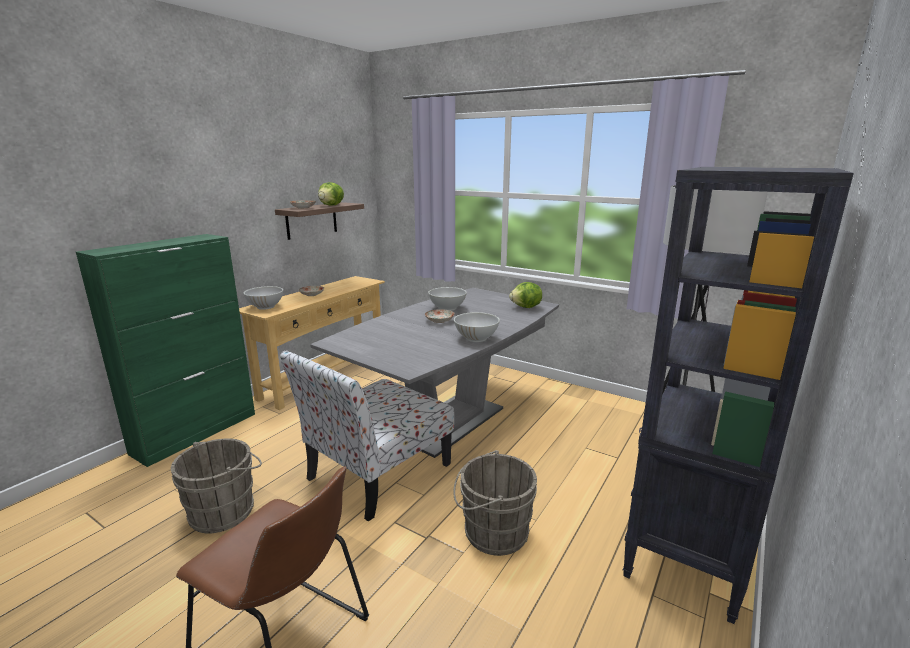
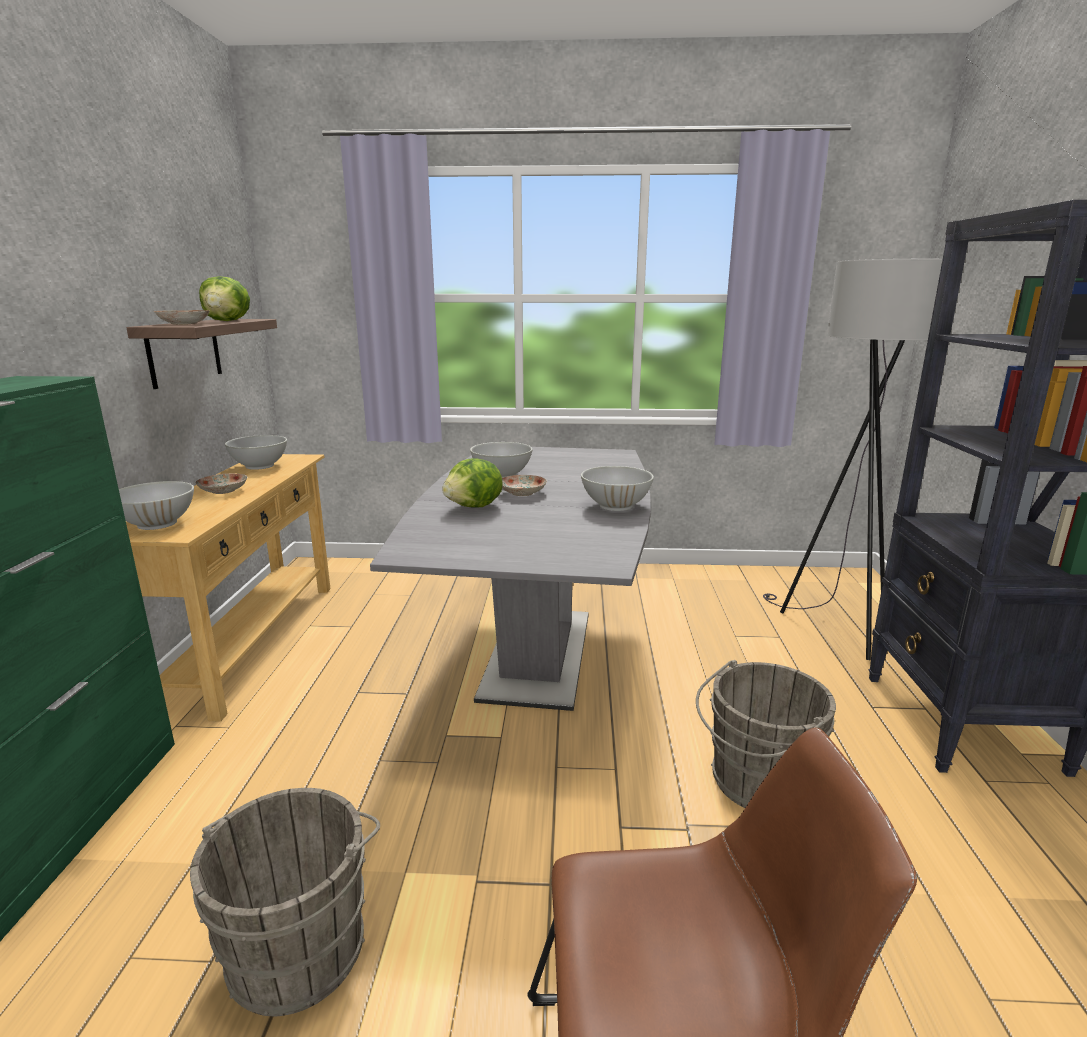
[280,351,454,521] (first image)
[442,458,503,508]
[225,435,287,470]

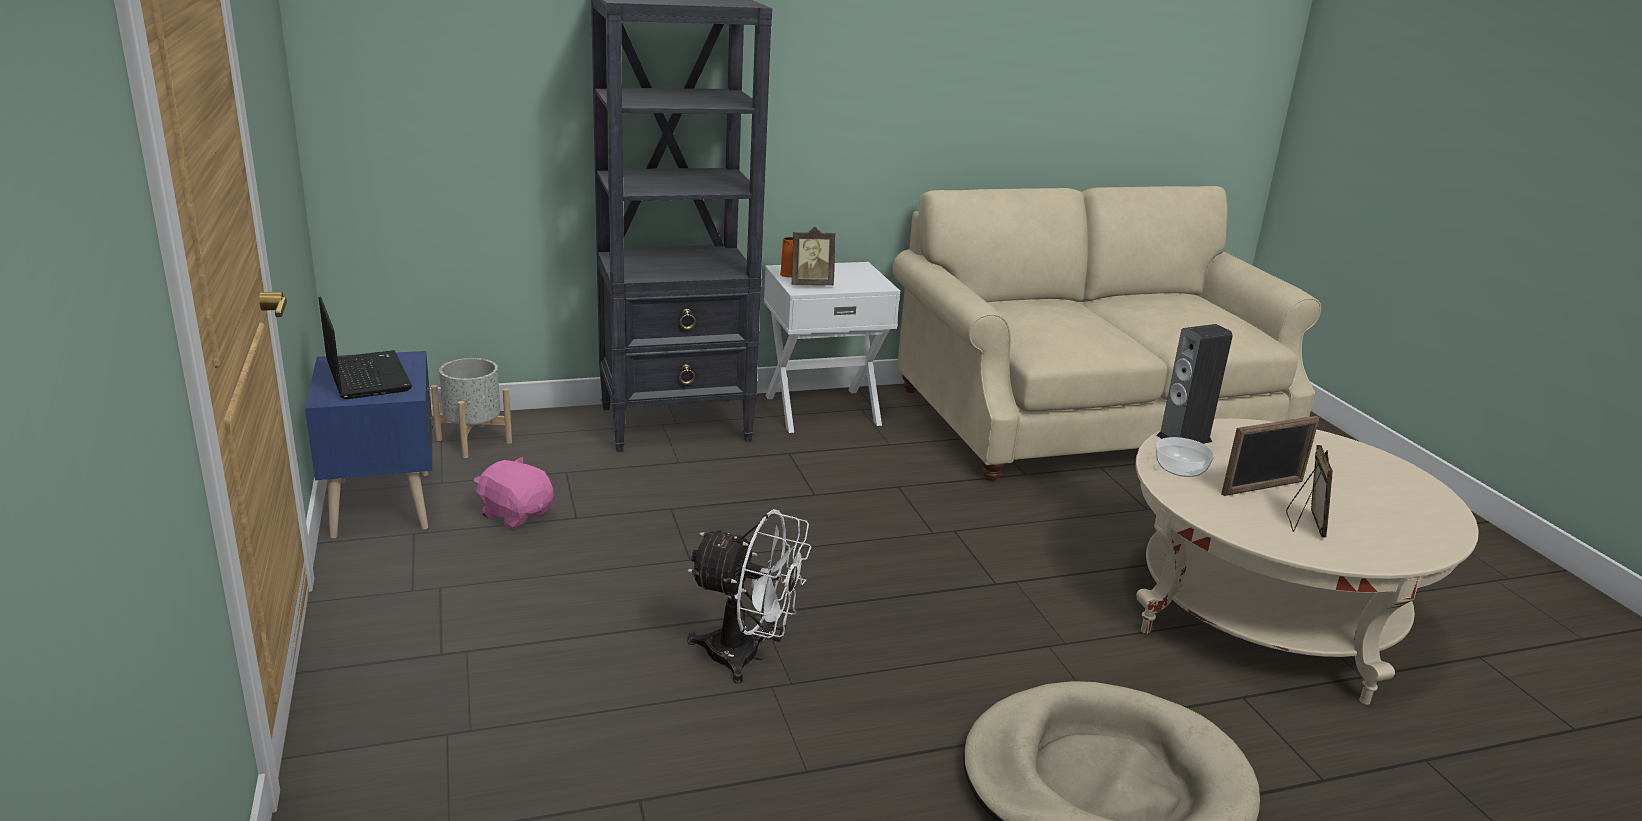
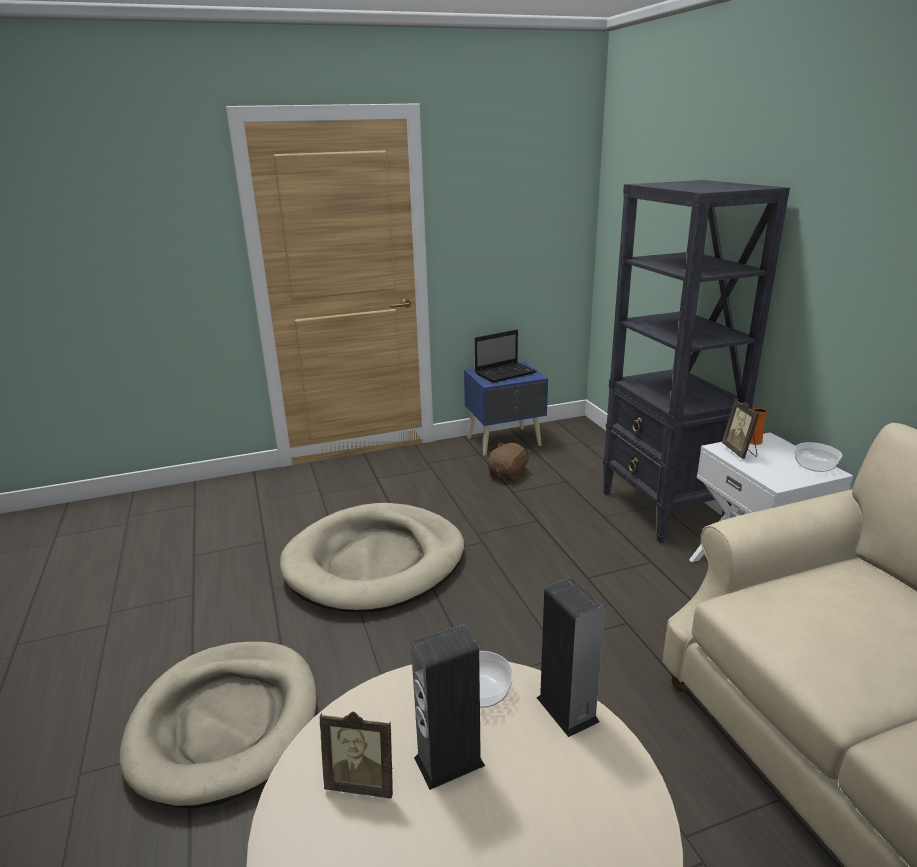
[431,358,512,458] (first image)
[488,443,531,482]
[280,503,464,612]
[411,625,485,790]
[795,442,842,472]

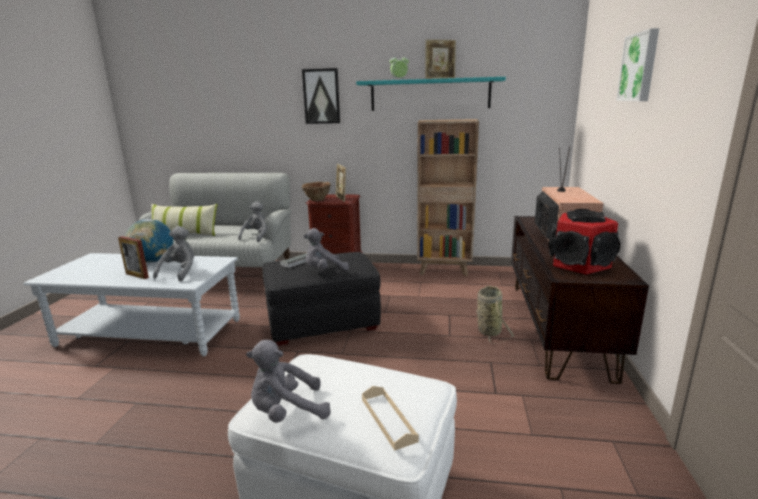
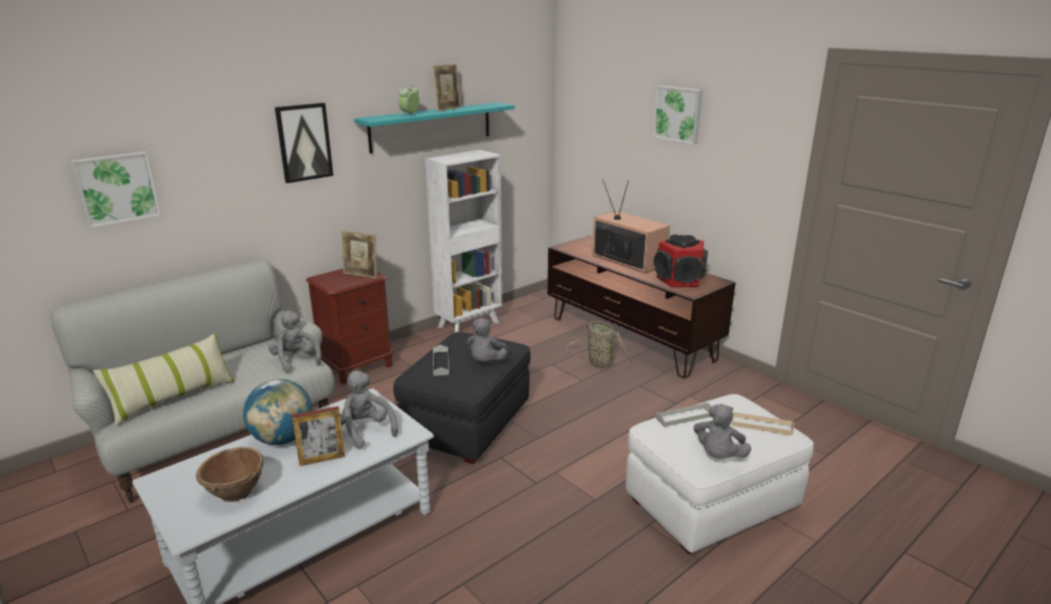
[196,447,264,502]
[425,150,502,332]
[71,152,161,228]
[655,403,711,427]

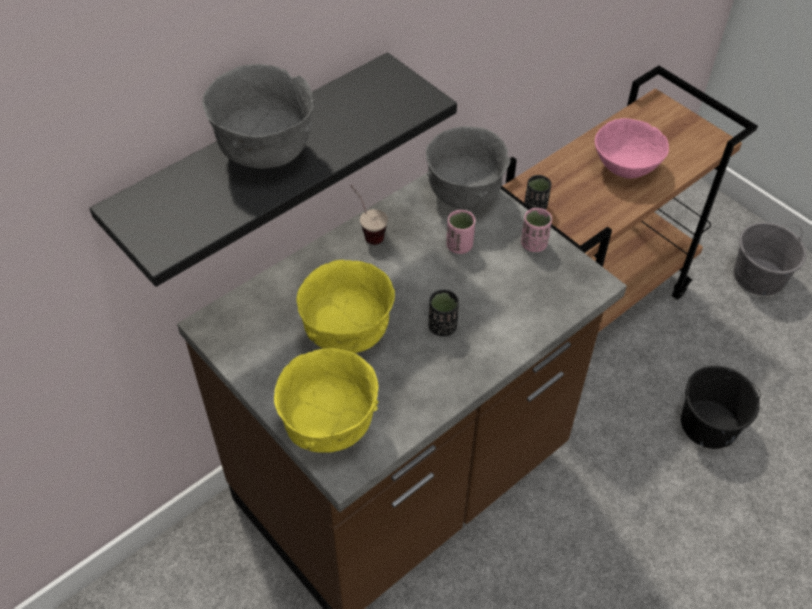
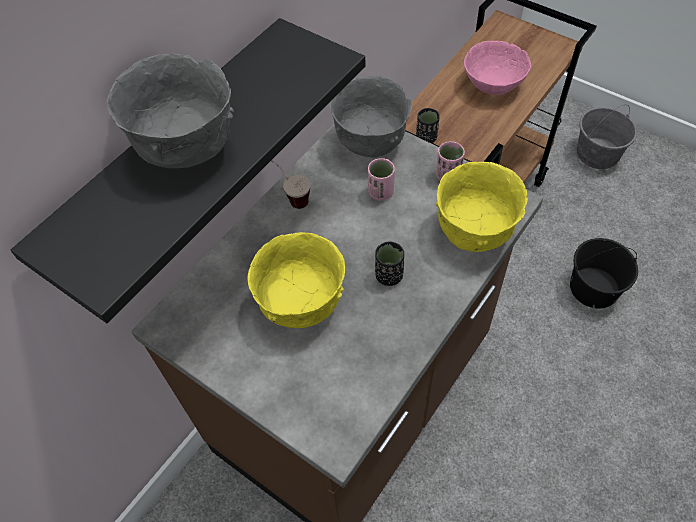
[435,162,528,252]

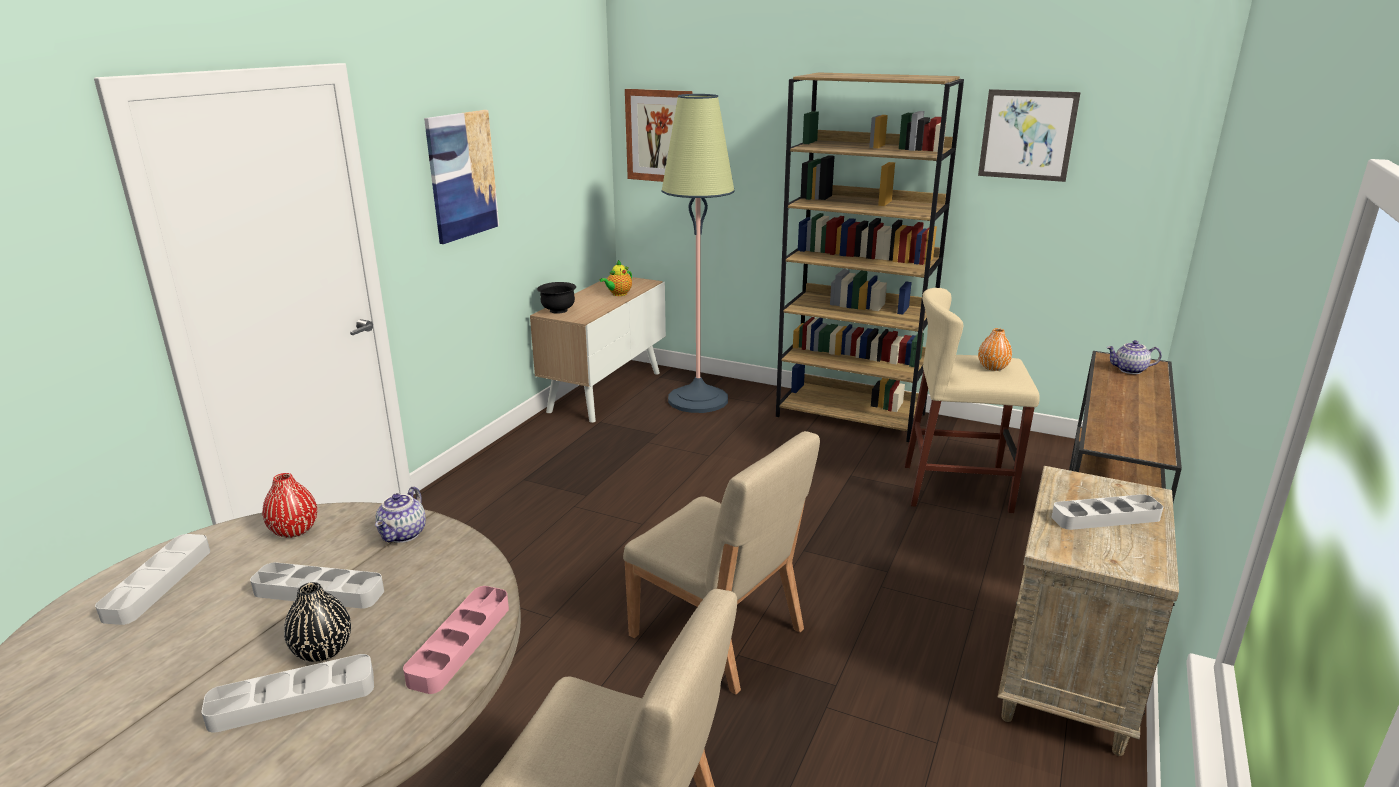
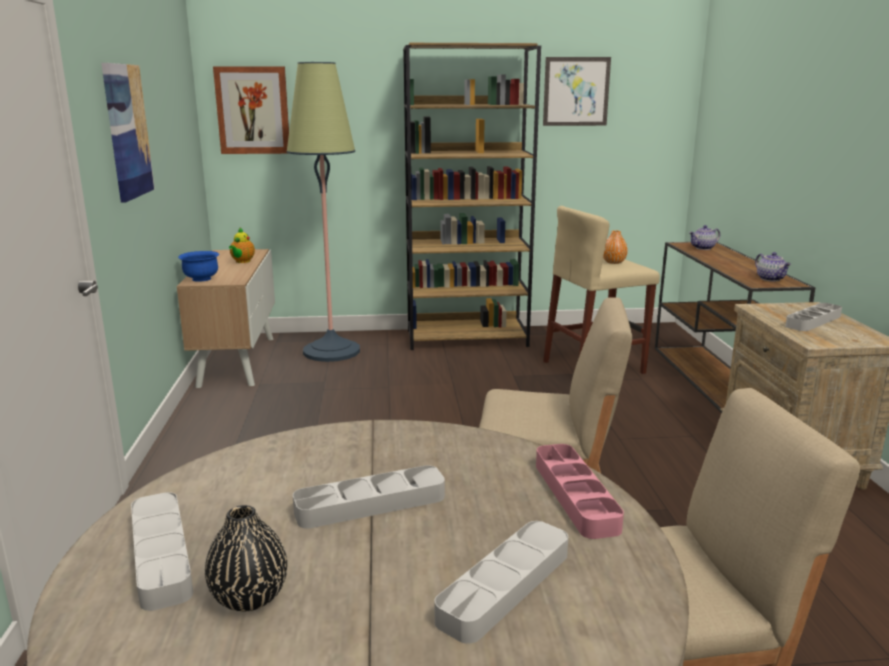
[262,473,317,538] (first image)
[205,505,287,612]
[755,252,791,282]
[178,251,219,282]

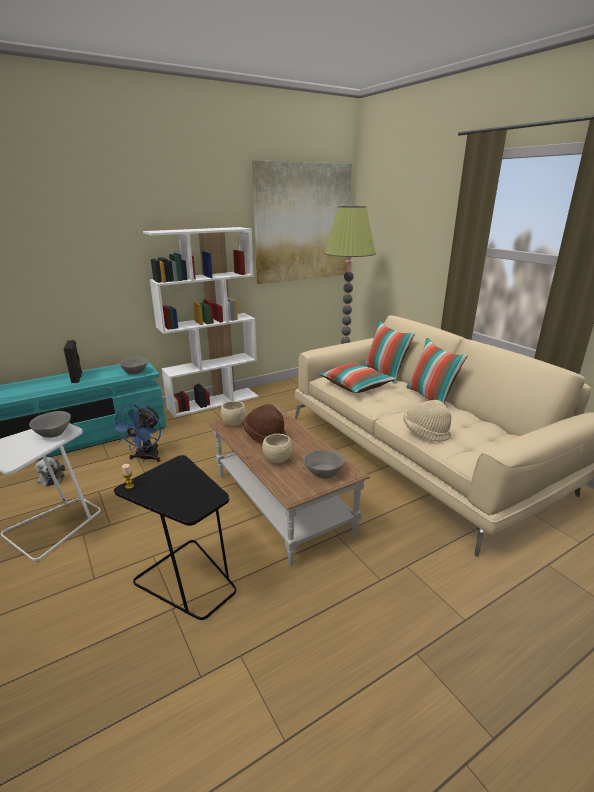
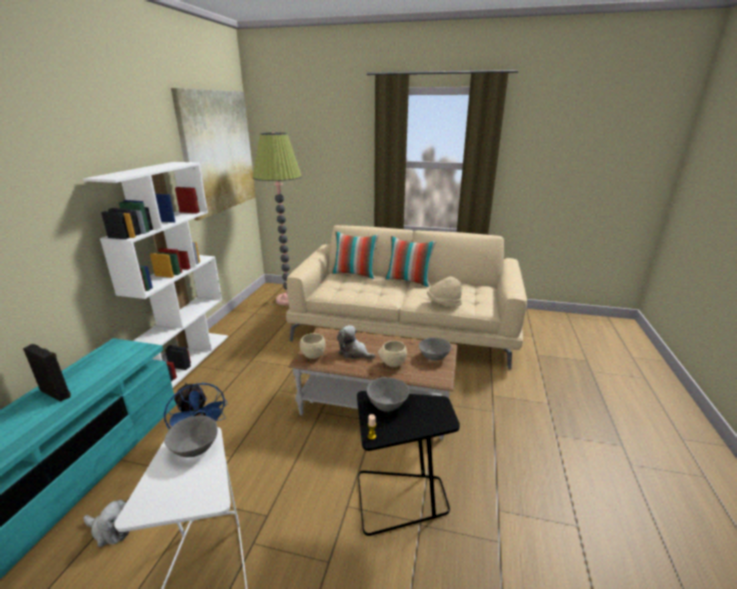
[366,377,409,411]
[337,325,375,360]
[319,363,396,393] (first image)

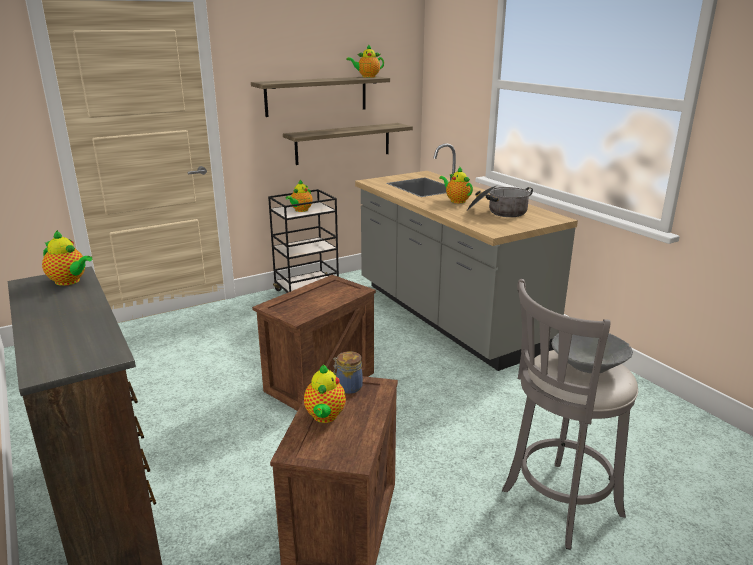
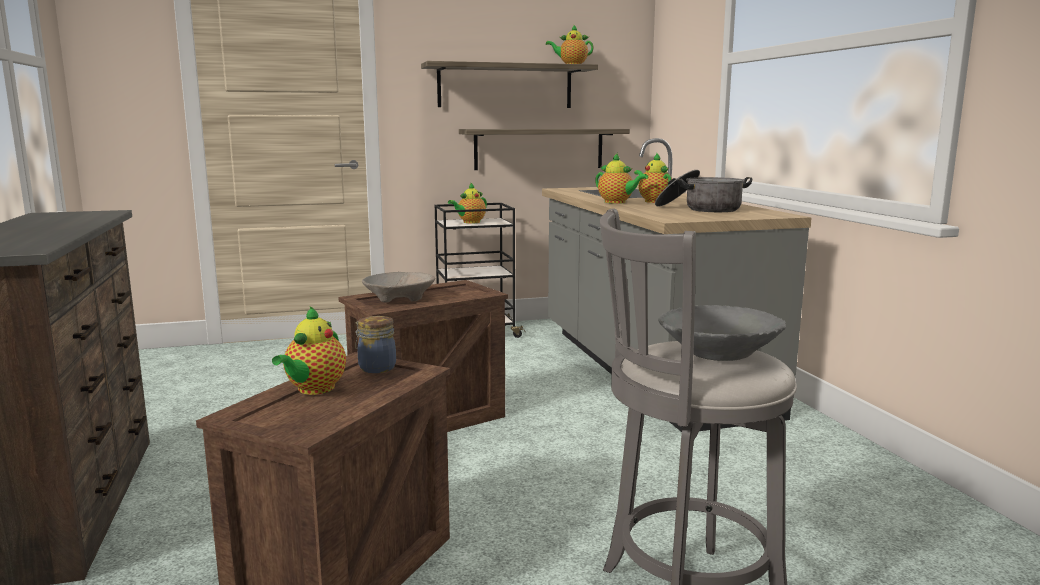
[595,153,648,204]
[362,272,435,302]

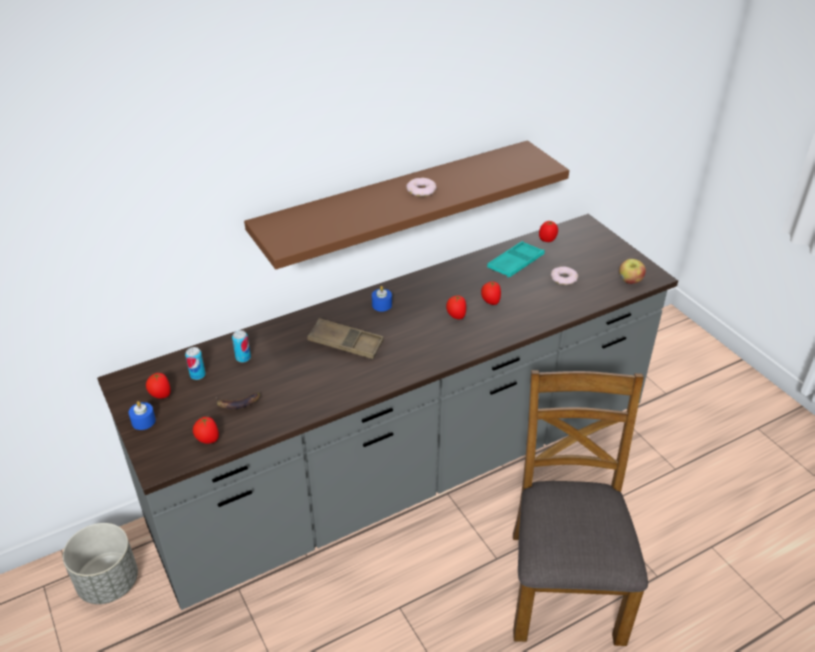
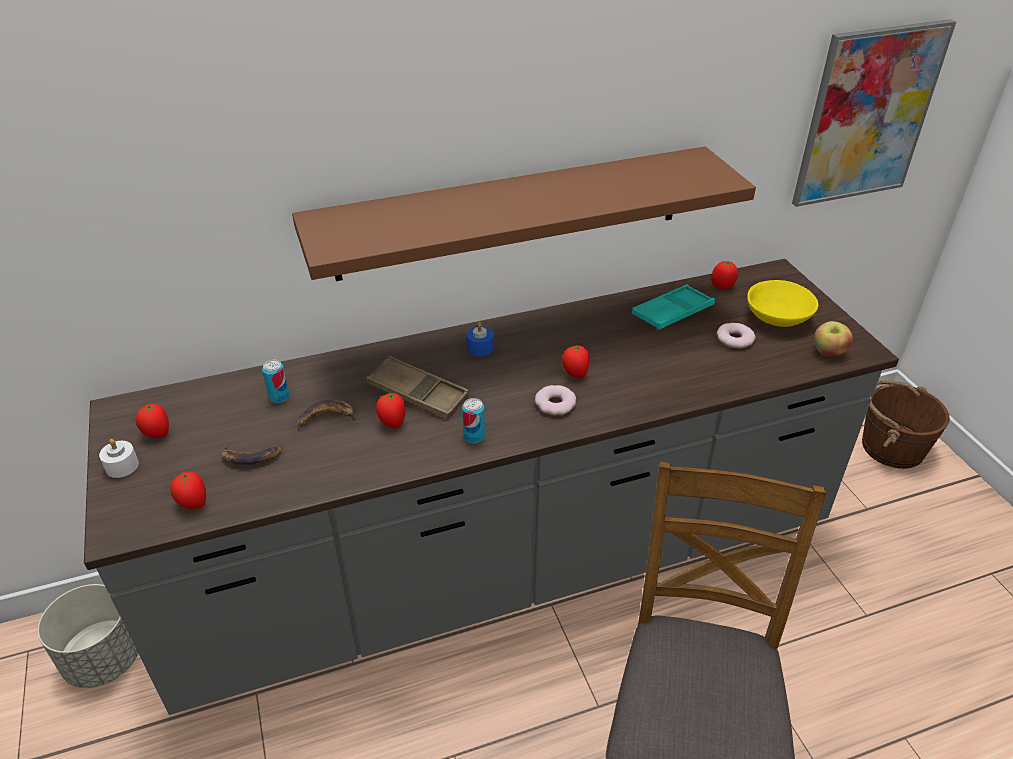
[99,439,139,478]
[462,398,485,444]
[535,385,576,415]
[376,393,406,428]
[298,400,357,427]
[747,280,818,327]
[792,19,956,207]
[862,380,950,469]

